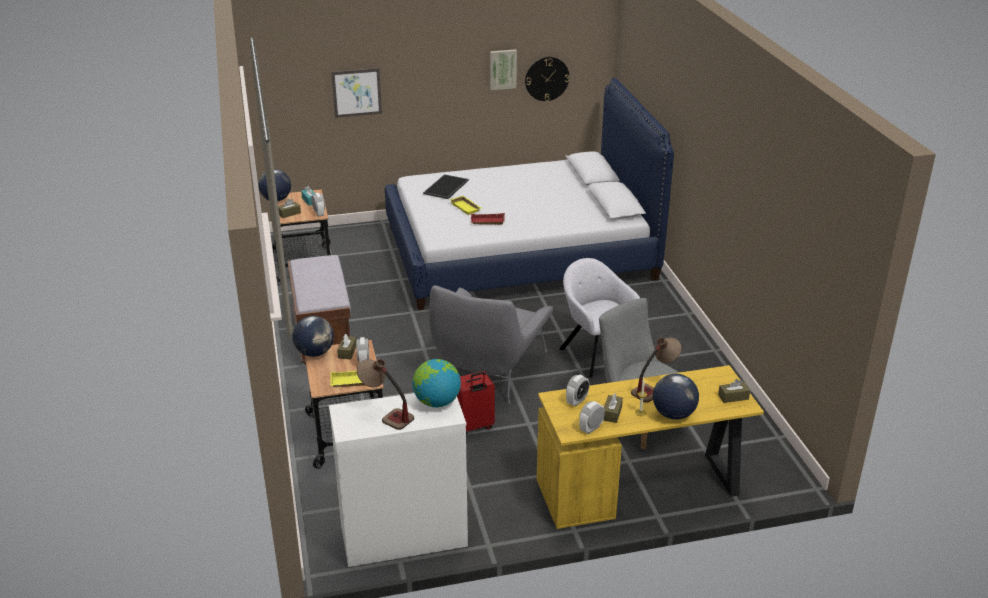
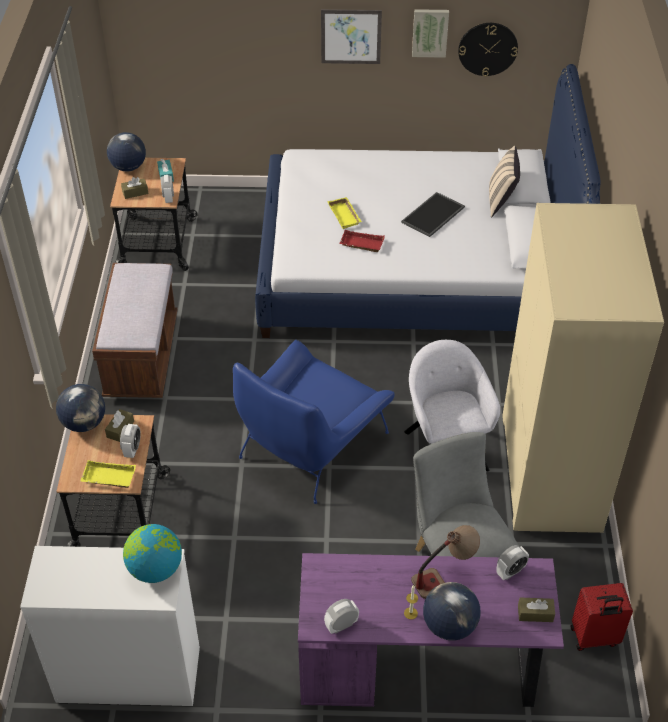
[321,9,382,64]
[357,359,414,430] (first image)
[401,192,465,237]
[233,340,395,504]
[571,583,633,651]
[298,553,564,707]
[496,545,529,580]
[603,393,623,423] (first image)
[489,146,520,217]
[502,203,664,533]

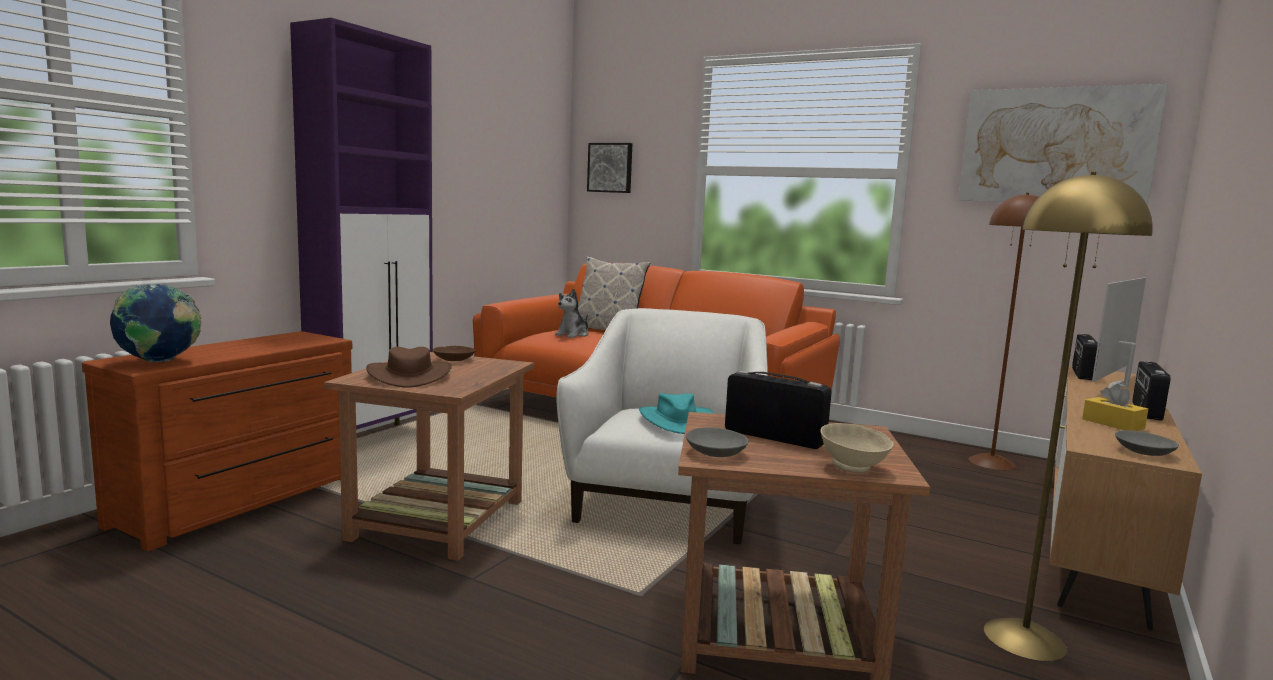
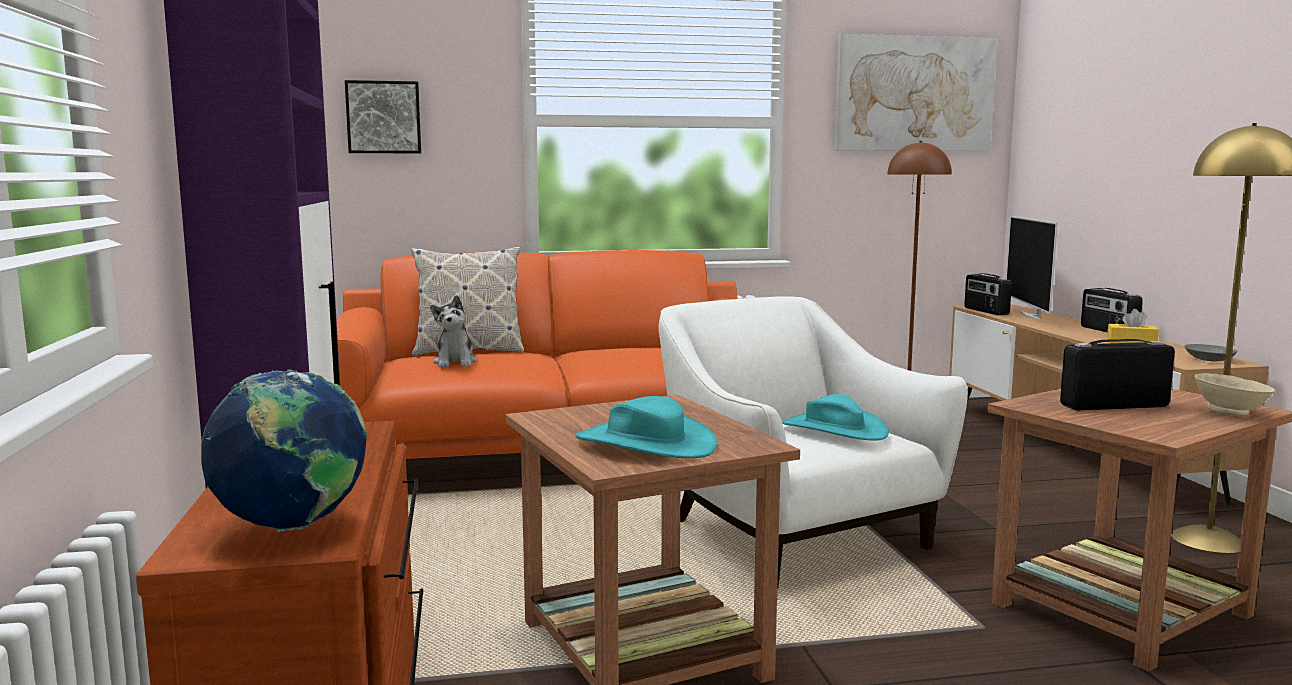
[575,396,717,458]
[433,346,476,361] (first image)
[686,427,749,457] (first image)

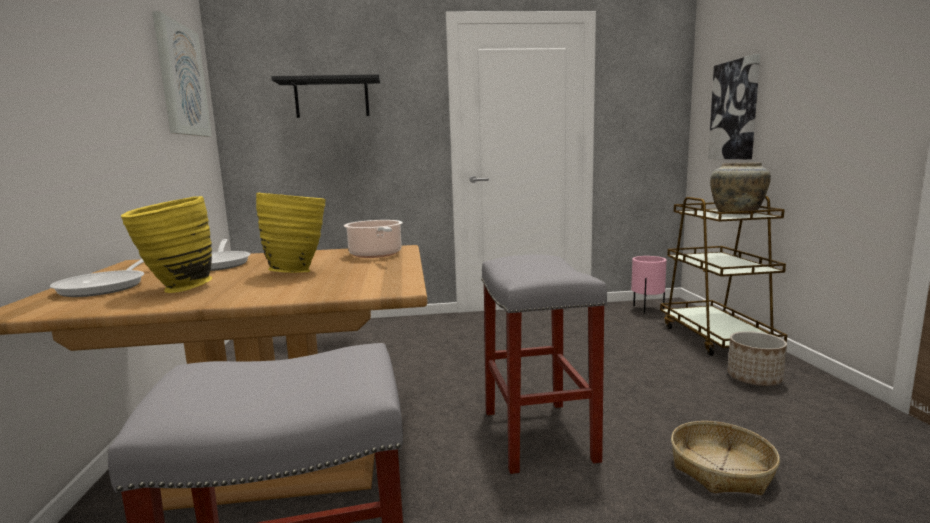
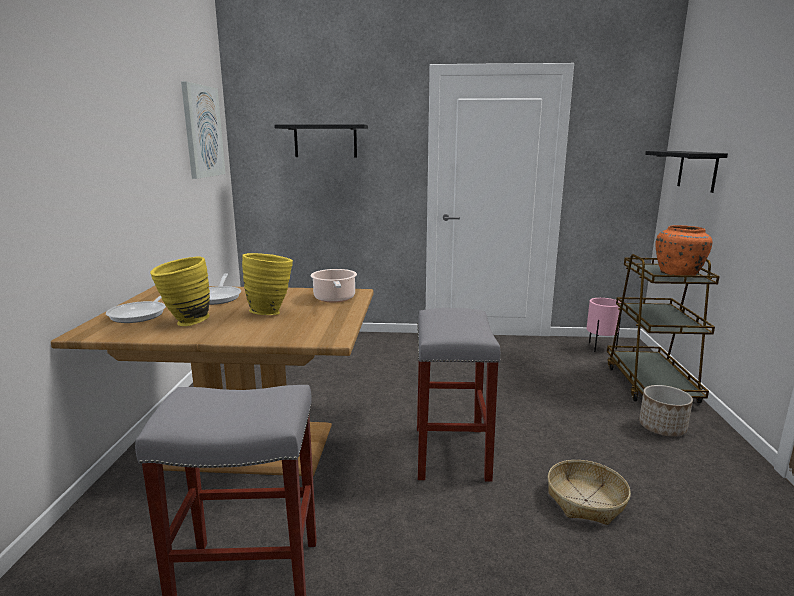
[645,151,728,193]
[655,225,713,275]

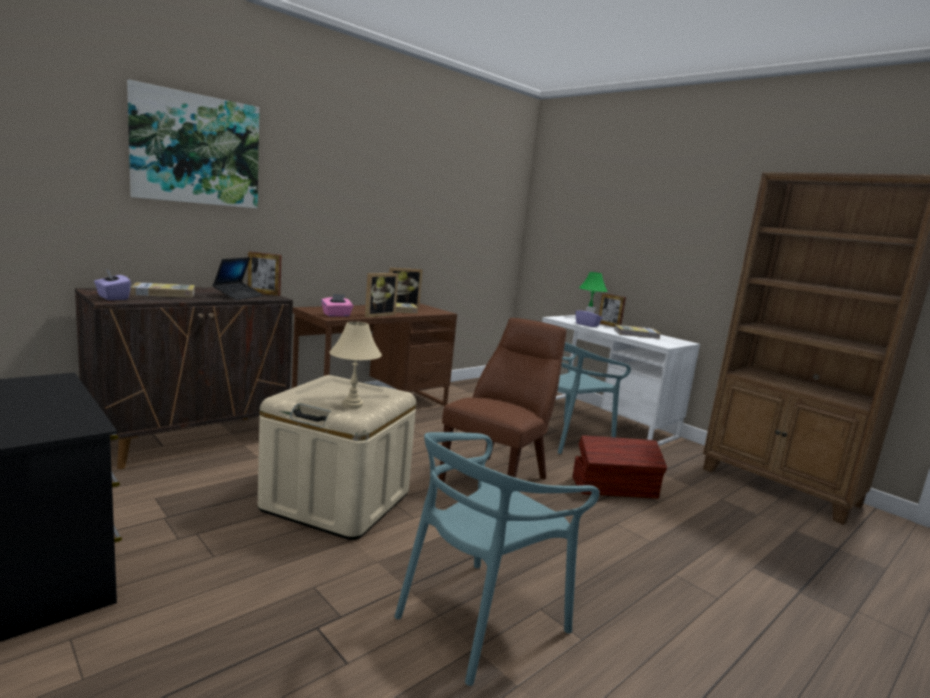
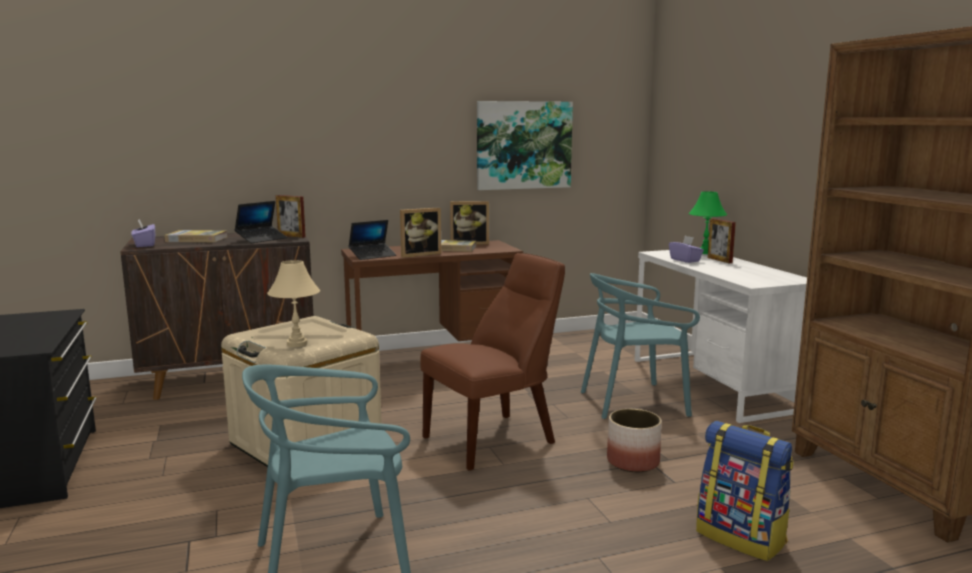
[477,101,573,190]
[349,220,396,260]
[607,409,662,472]
[614,325,661,339] (first image)
[696,421,794,561]

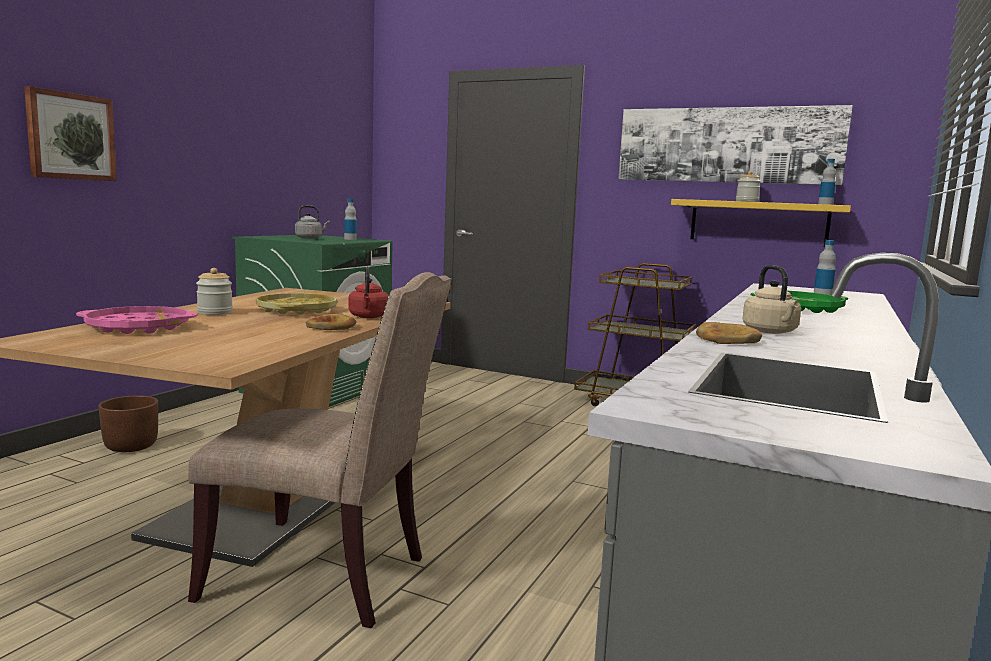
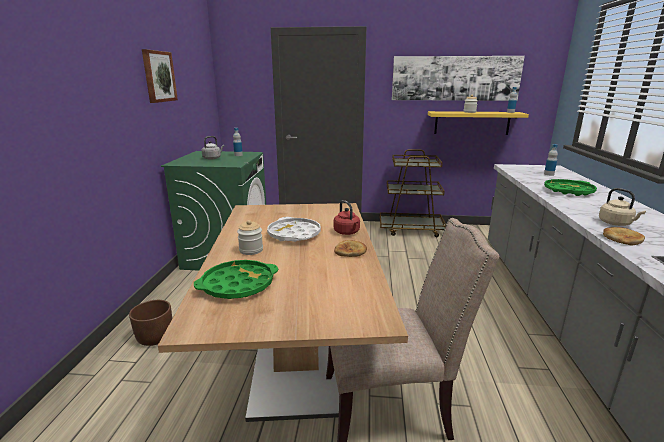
[142,49,178,103]
[194,260,278,299]
[267,217,321,242]

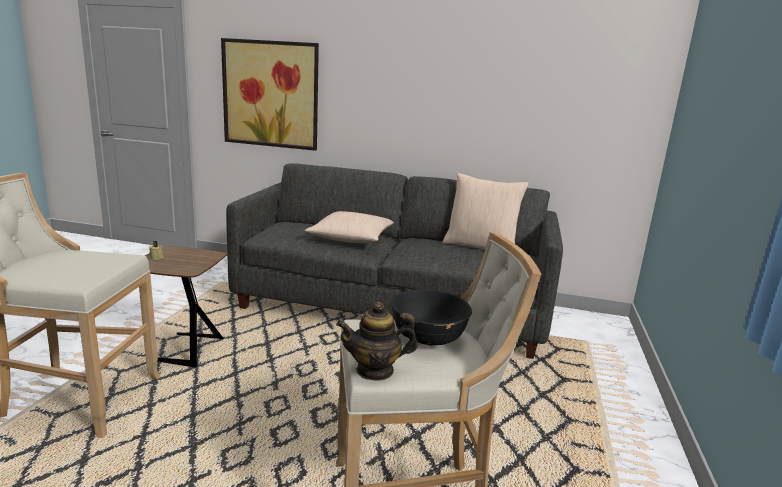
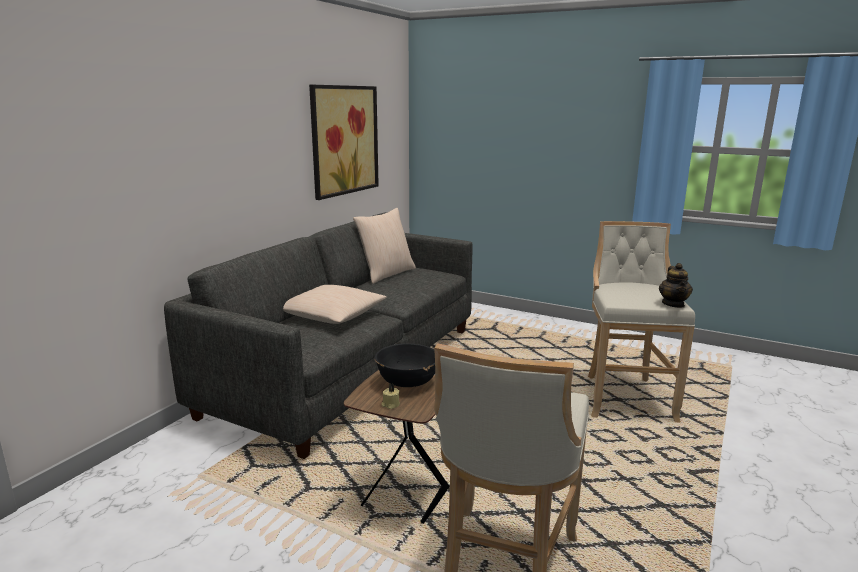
[309,85,379,200]
[375,343,435,387]

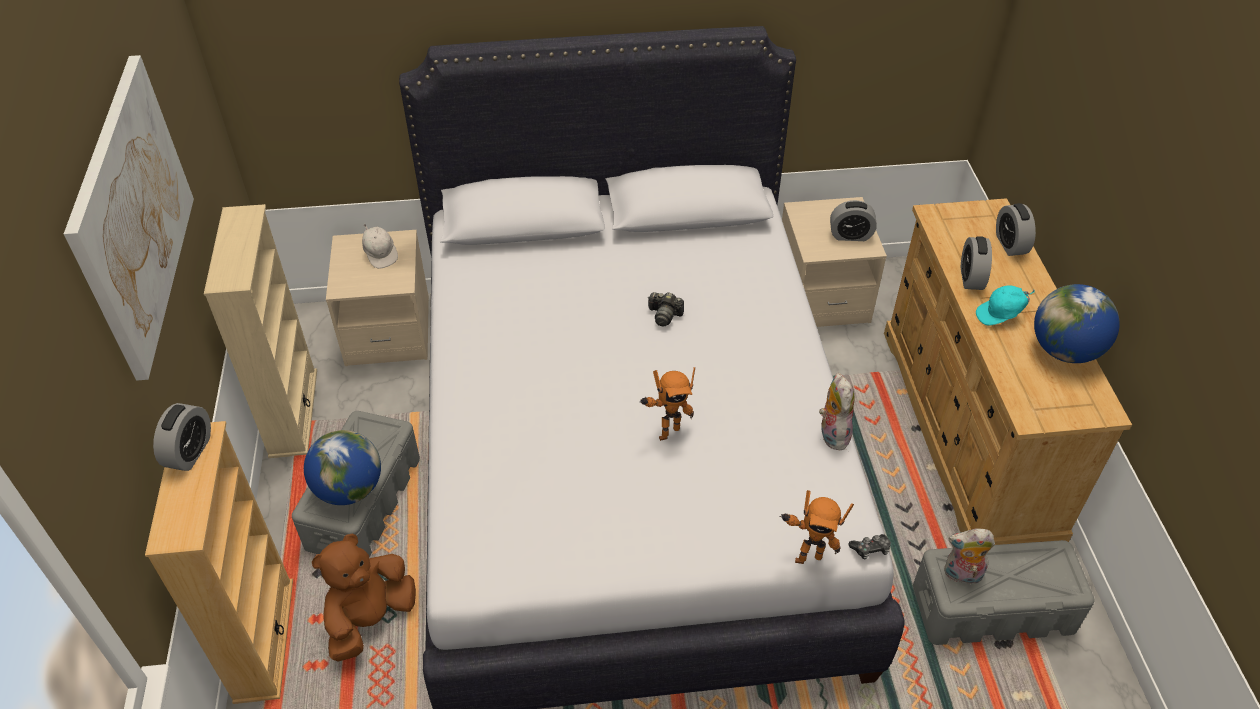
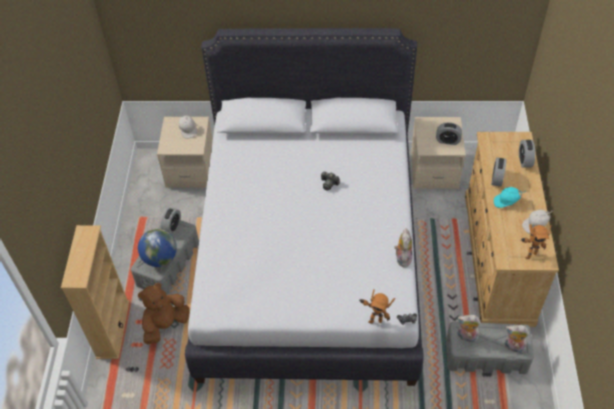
[64,55,194,381] (first image)
[161,208,181,235]
[204,204,317,458] (first image)
[521,224,552,259]
[522,210,553,234]
[505,325,529,353]

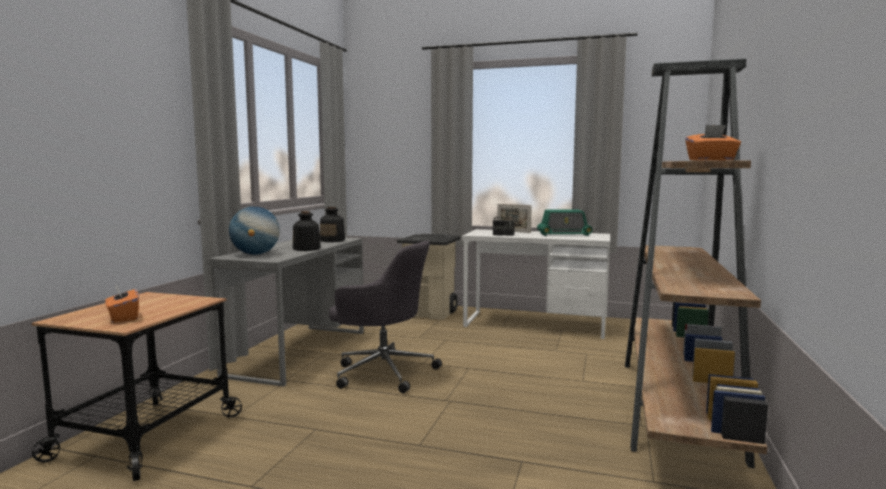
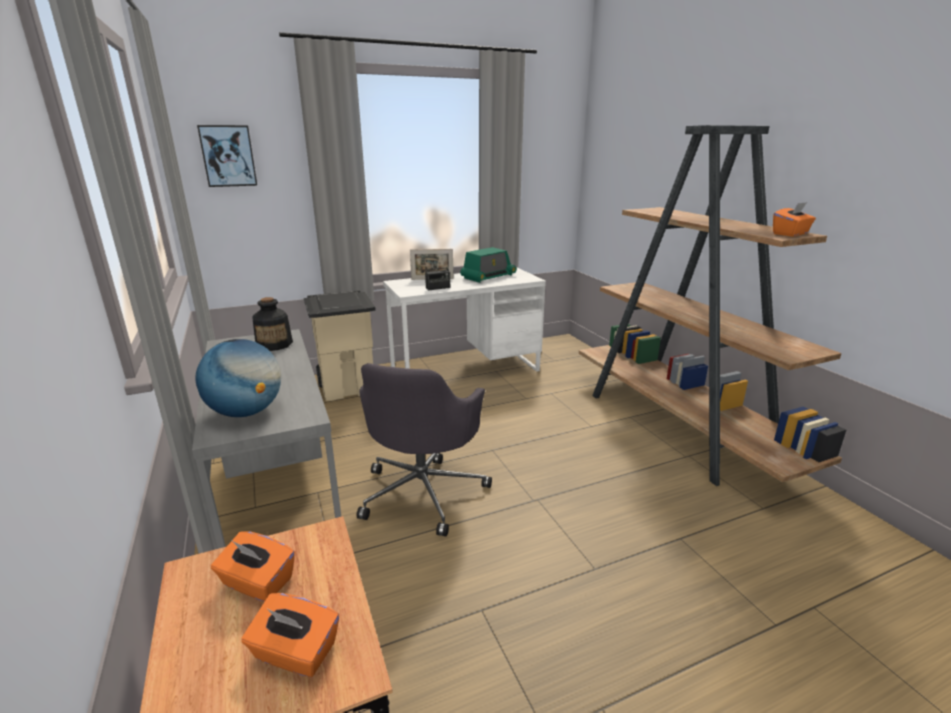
[293,211,321,251] (first image)
[357,363,492,537]
[197,125,257,187]
[211,531,295,602]

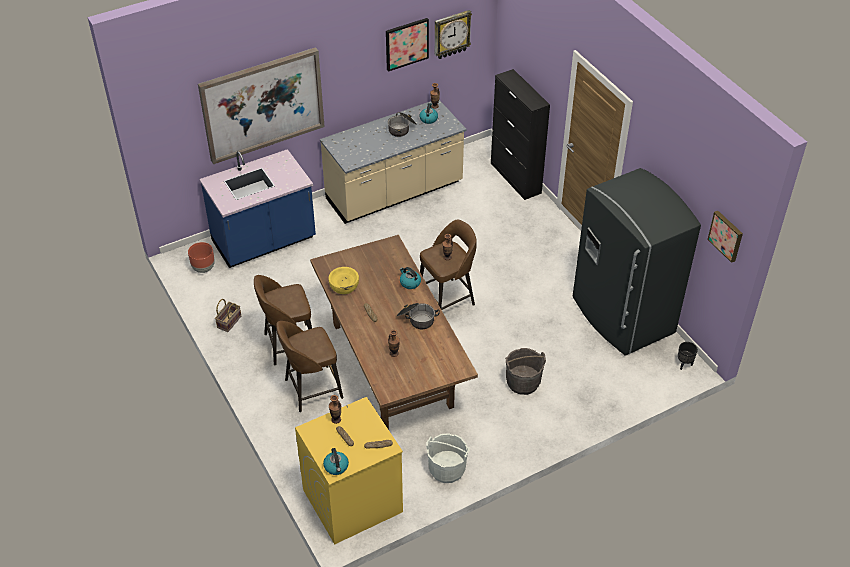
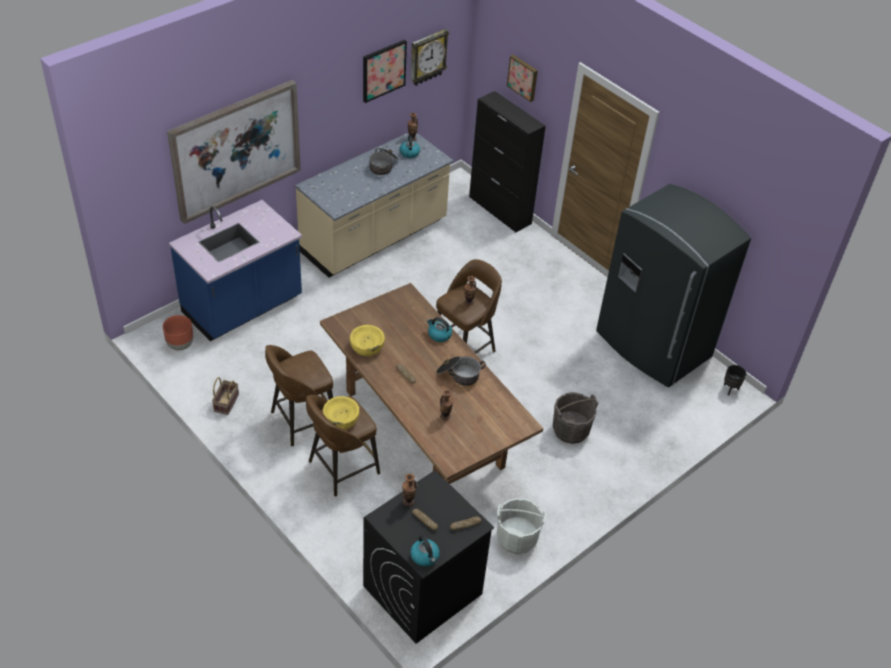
[363,470,494,644]
[507,55,538,102]
[323,396,359,430]

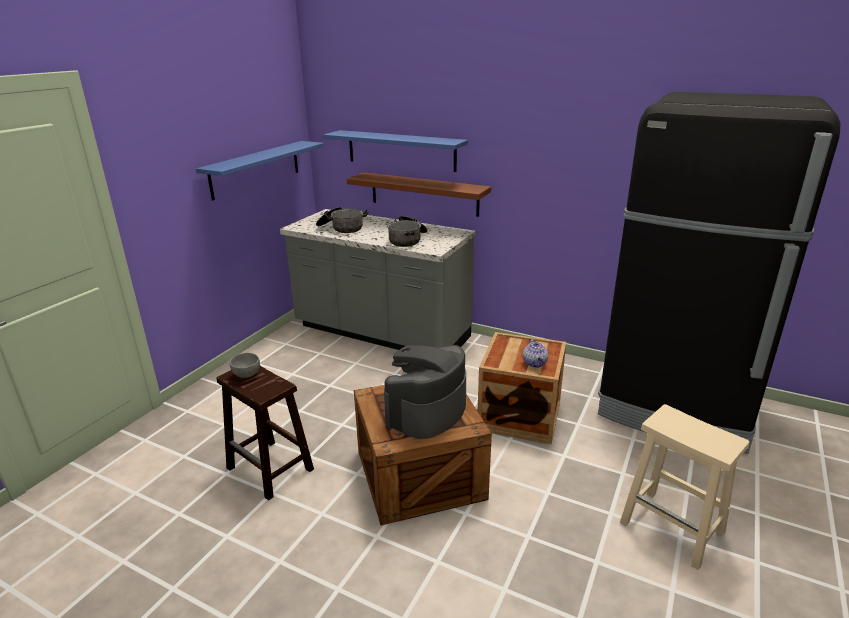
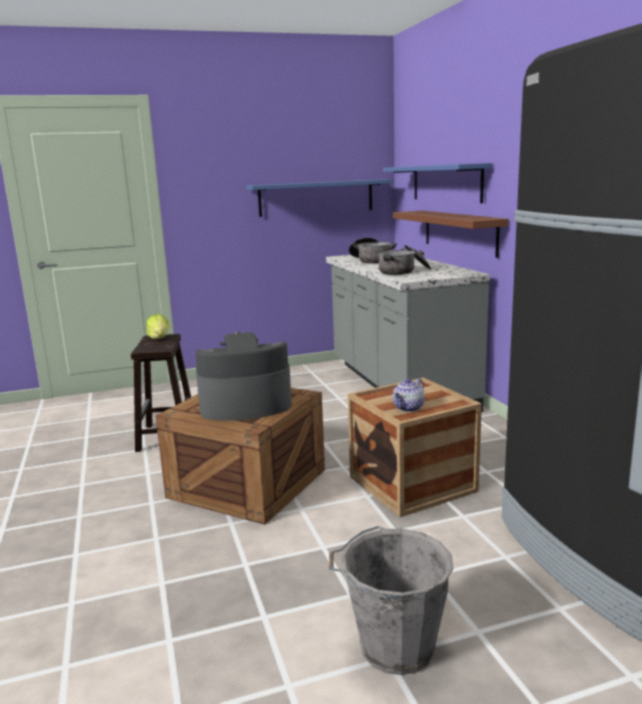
[146,314,170,339]
[329,526,453,675]

